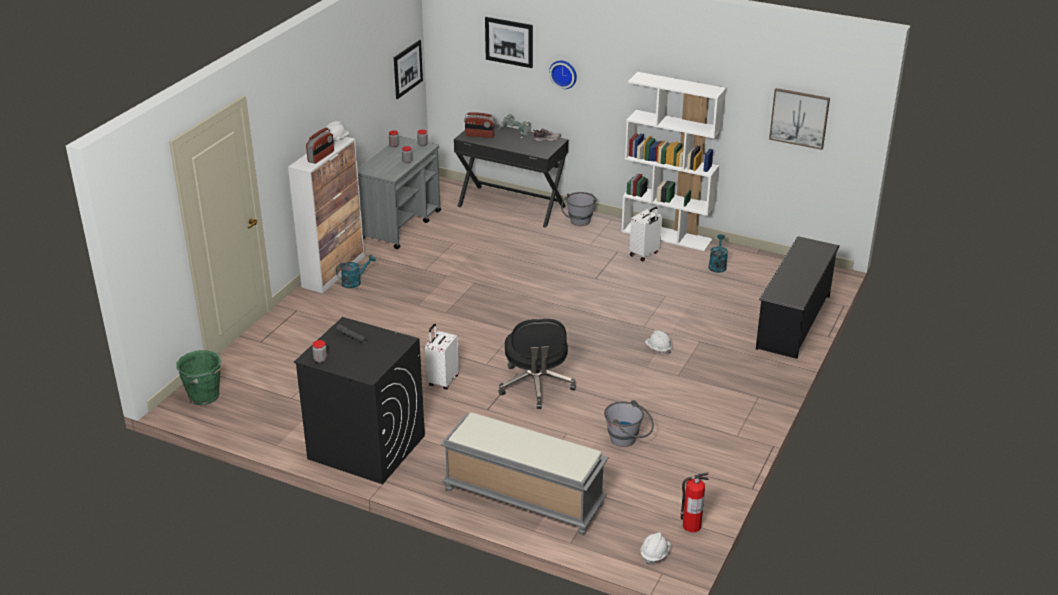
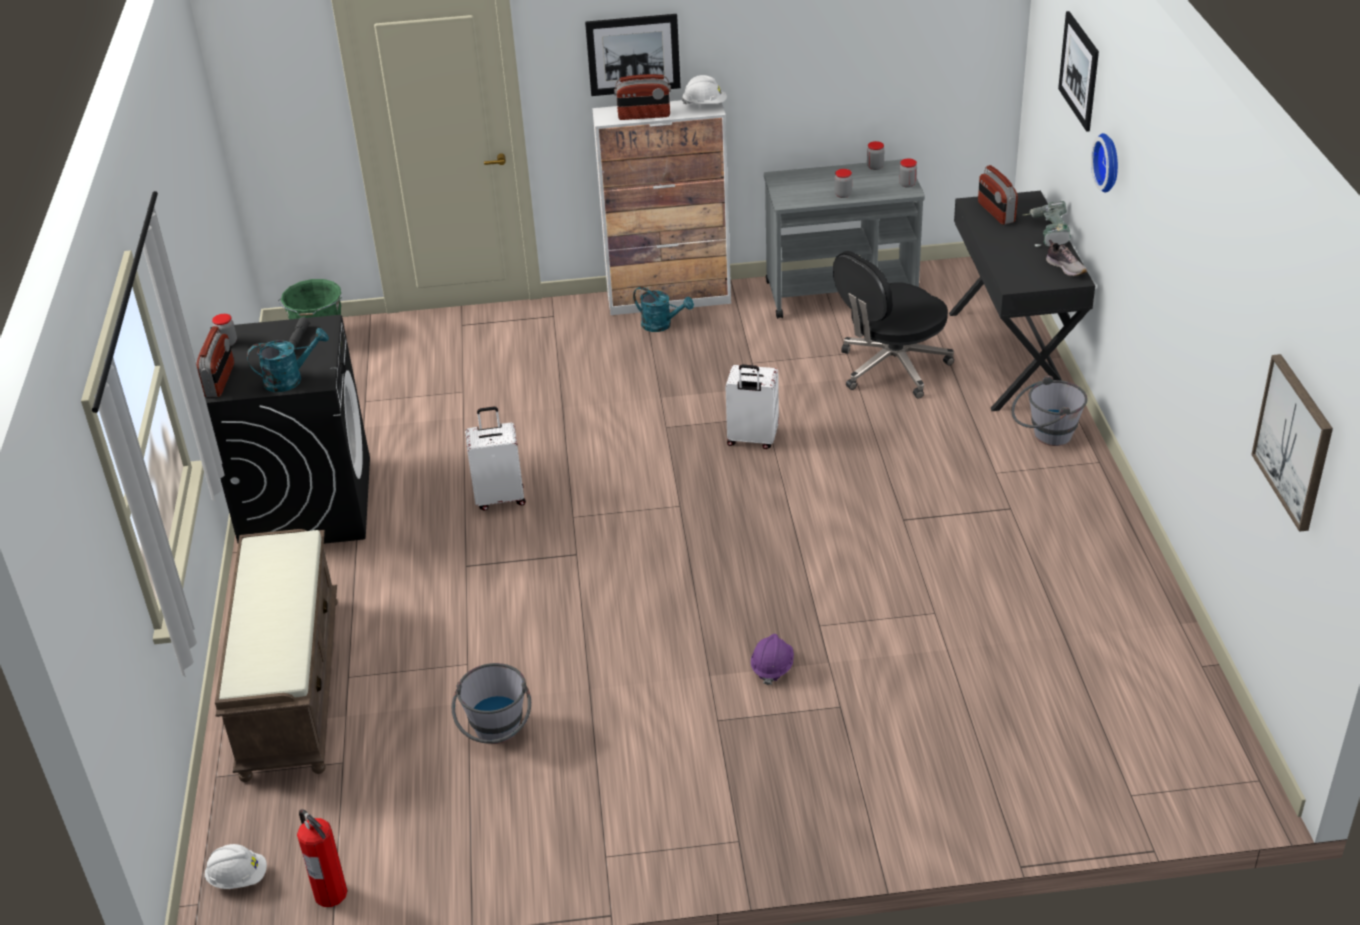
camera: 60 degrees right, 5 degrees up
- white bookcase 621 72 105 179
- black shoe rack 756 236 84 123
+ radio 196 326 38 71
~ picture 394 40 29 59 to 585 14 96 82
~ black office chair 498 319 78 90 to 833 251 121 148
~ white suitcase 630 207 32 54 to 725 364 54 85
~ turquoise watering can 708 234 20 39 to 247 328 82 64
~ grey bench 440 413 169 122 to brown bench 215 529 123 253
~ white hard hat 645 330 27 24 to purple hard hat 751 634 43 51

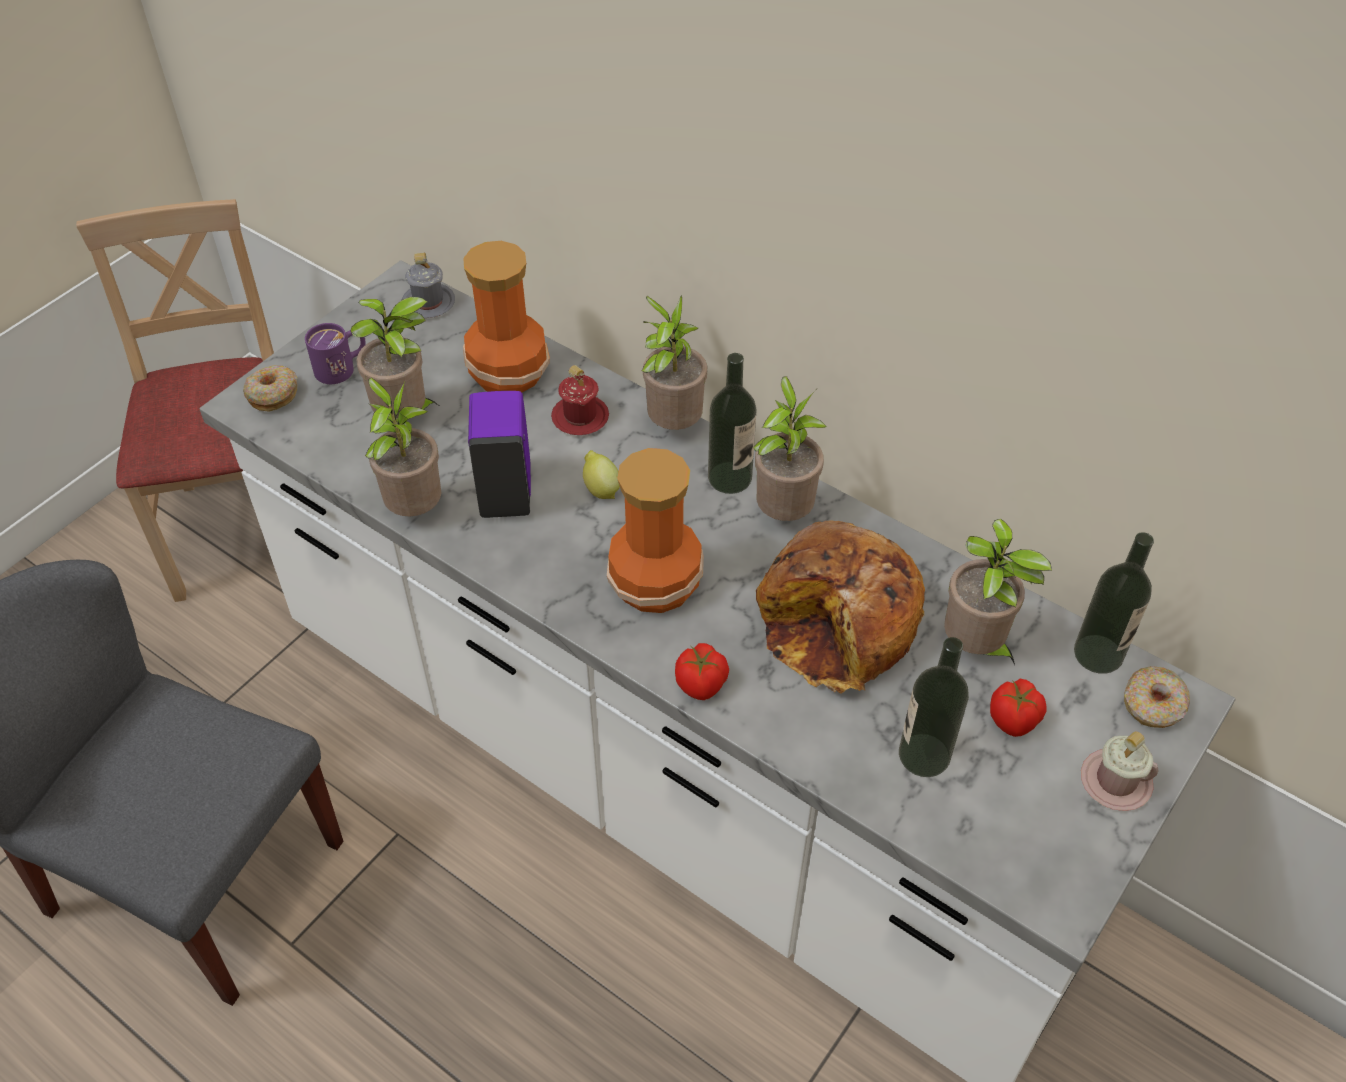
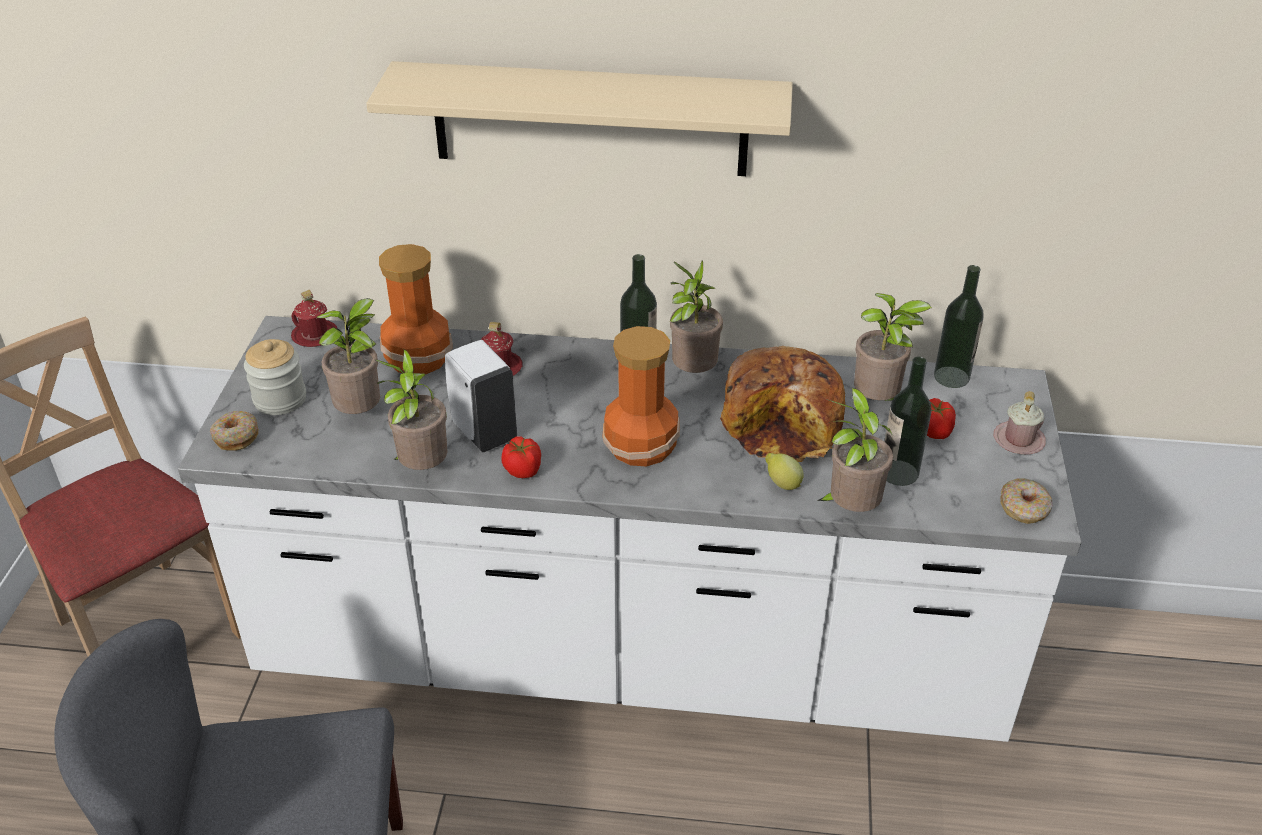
camera: 30 degrees left, 10 degrees down
+ beige shelf 366 61 427 115
~ lemon 583 450 37 49 to 765 453 39 37
~ potted plant 641 295 66 135 to 817 387 76 125
~ tomato 675 643 54 57 to 501 436 40 42
~ donut 1124 666 66 62 to 1000 478 53 46
~ purple mug 305 323 61 61 to jar 244 339 62 76
~ grey mug 402 253 53 65 to red mug 291 290 47 57
~ purple soap dispenser 468 391 63 127 to white soap dispenser 445 340 72 112

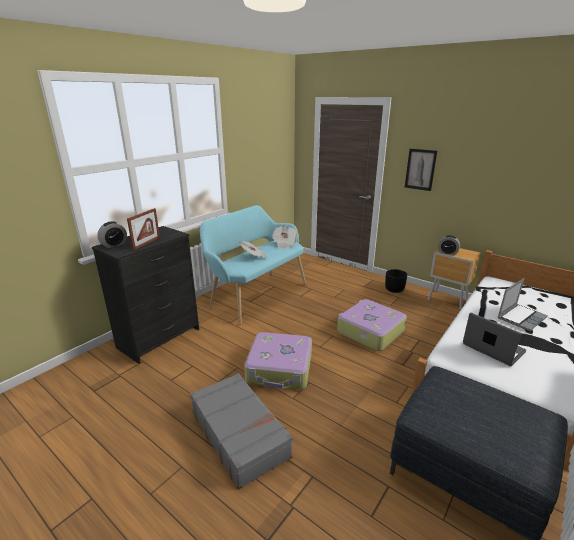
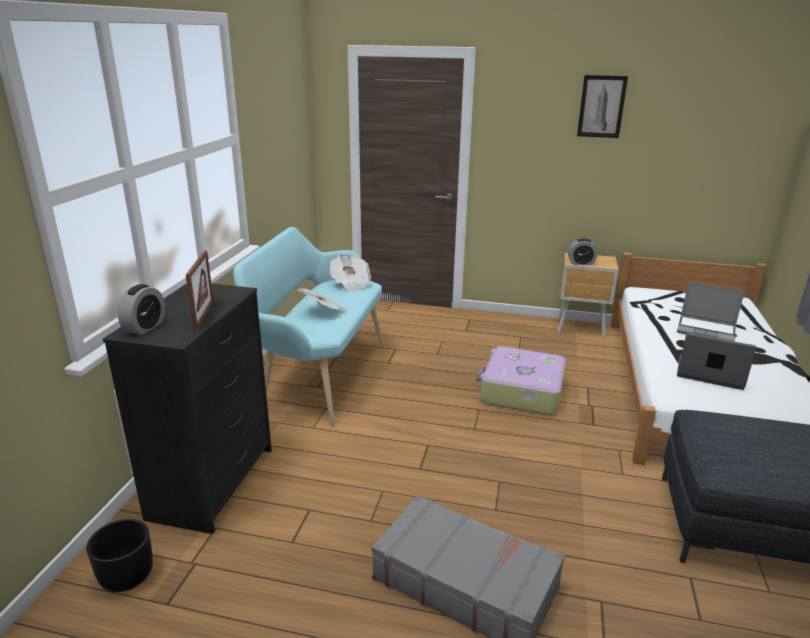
camera: 25 degrees left, 0 degrees up
- suitcase 244 332 68 58
~ black planter 385 269 22 24 to 86 519 67 73
~ picture 405 149 32 42 to 577 75 51 63
~ laptop 498 278 50 53 = 677 282 68 60 90 degrees clockwise

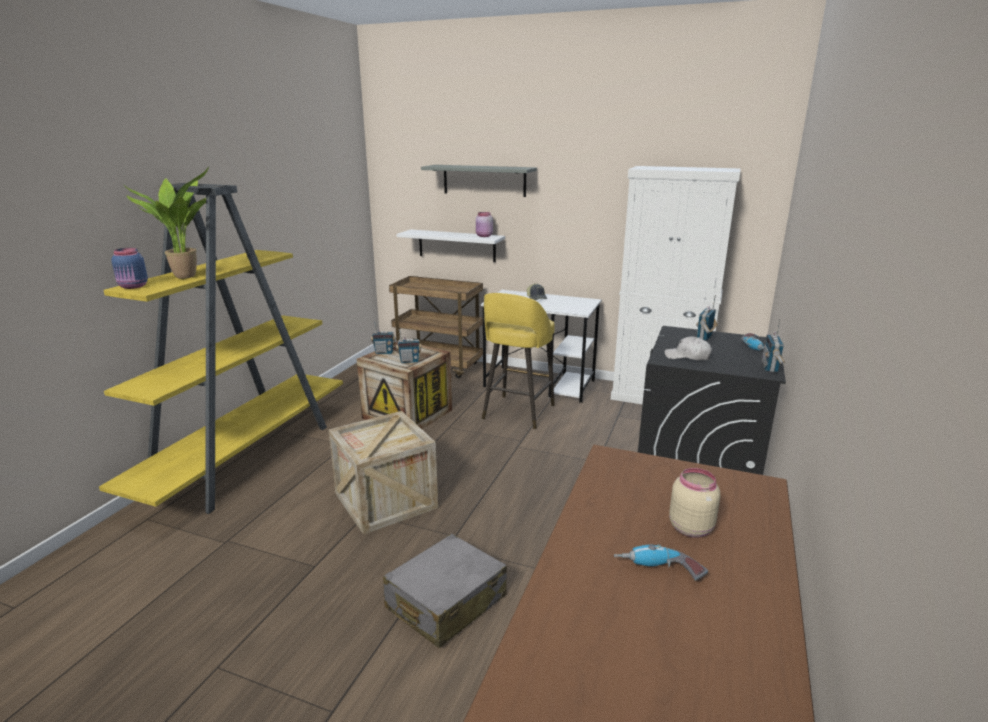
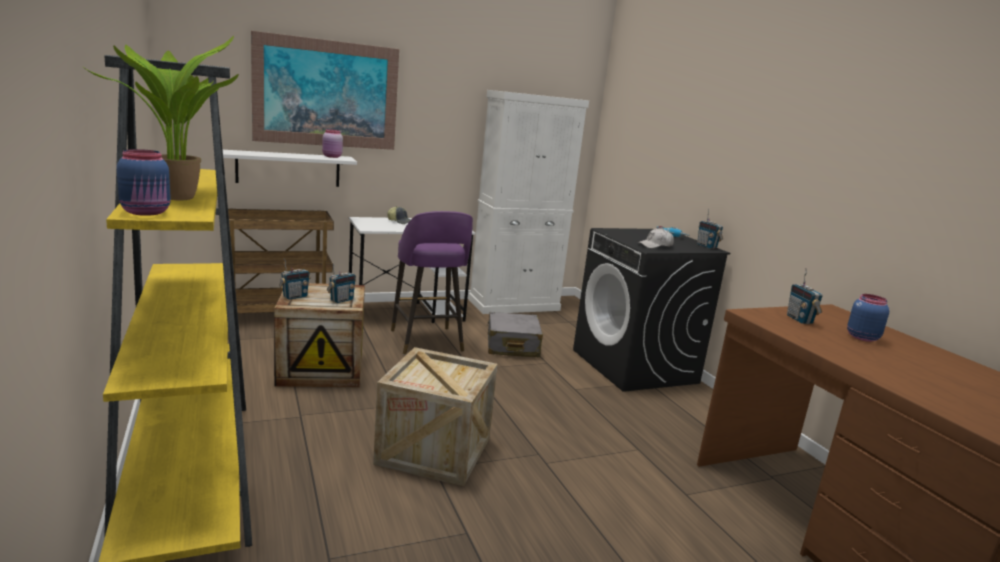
camera: 45 degrees left, 5 degrees down
- power drill 614 544 94 37
~ grey suitcase 383 534 124 114 to 488 312 55 45
~ radio 696 295 21 46 to 787 268 36 56
~ grey shelf 421 165 116 32 to picture 251 31 148 119
~ yellow stool 482 293 73 137 to purple stool 391 211 82 144
~ beige jar 669 468 52 69 to blue jar 847 294 42 48

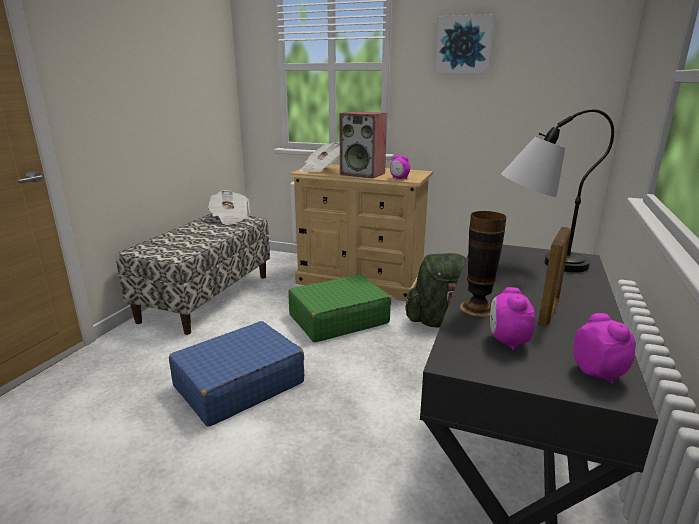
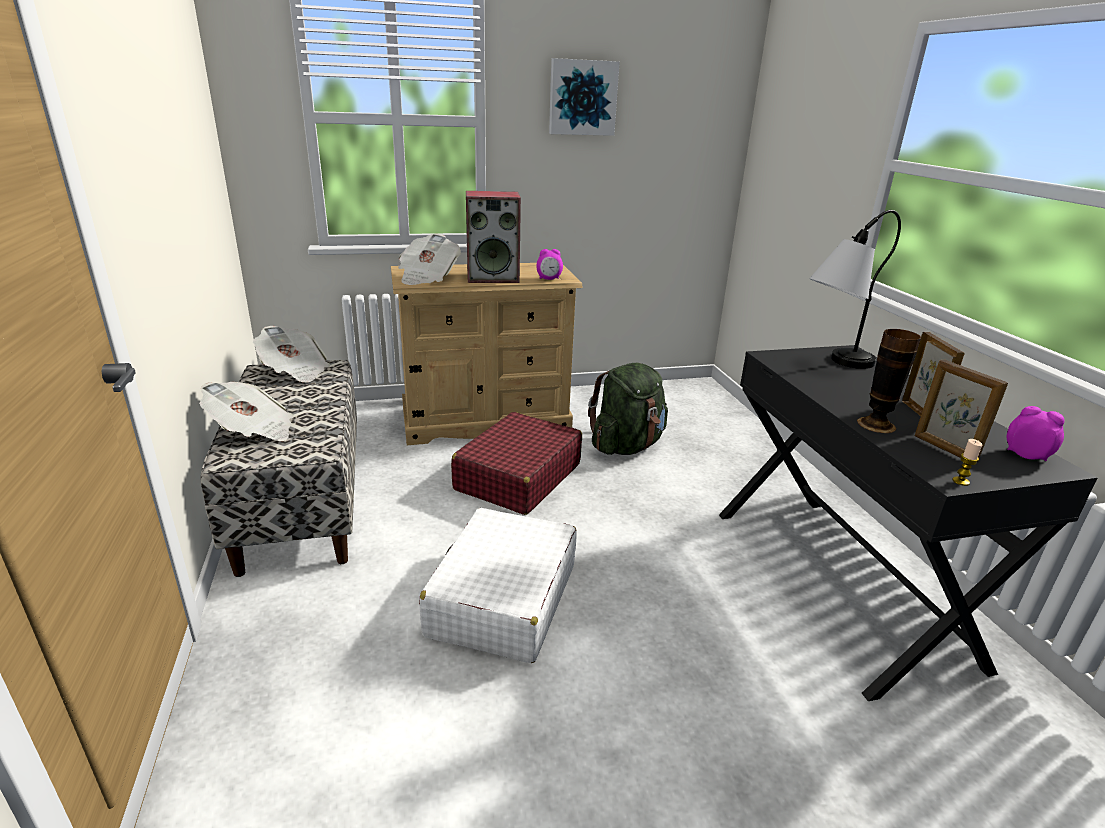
camera: 35 degrees left, 5 degrees up
+ newspaper 199 382 95 59
+ candle 952 439 30 47
~ alarm clock 490 287 45 63 to picture frame 915 360 93 102
~ blue suitcase 169 321 135 106 to white suitcase 419 508 158 155
~ green suitcase 288 274 103 68 to red suitcase 451 412 131 103

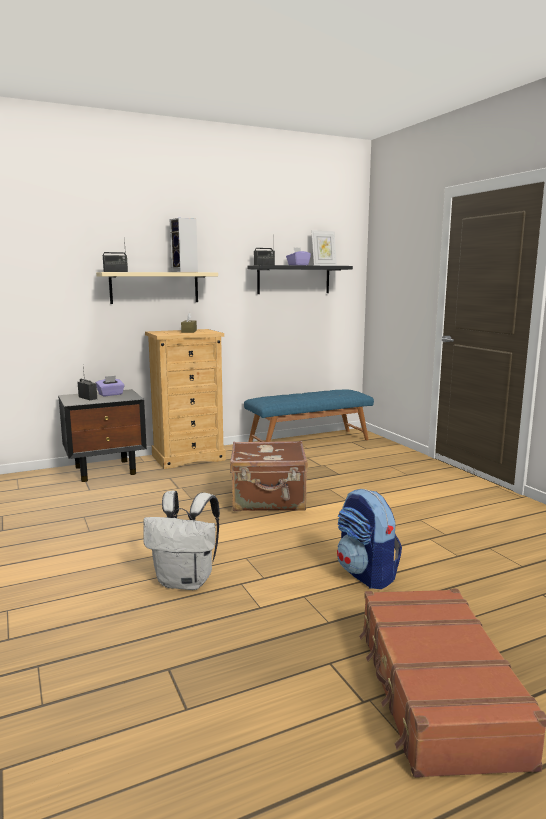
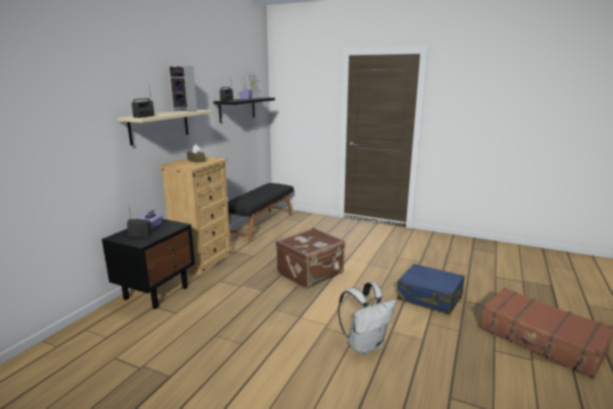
camera: 40 degrees left, 5 degrees up
~ backpack 337 489 65 100 to blue suitcase 397 264 68 51
~ blue bench 244 389 130 53 to black bench 228 183 66 60

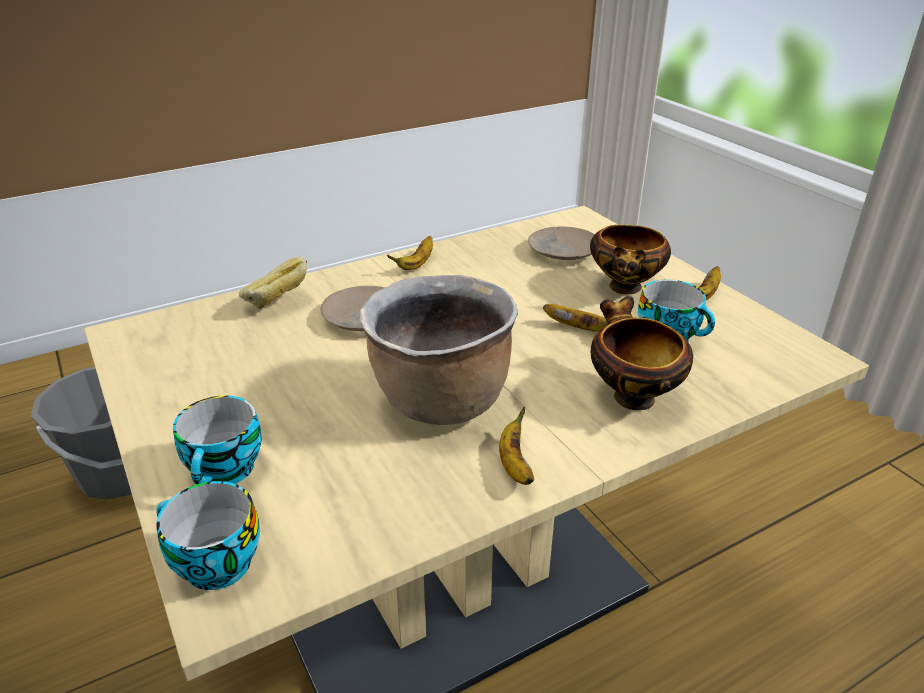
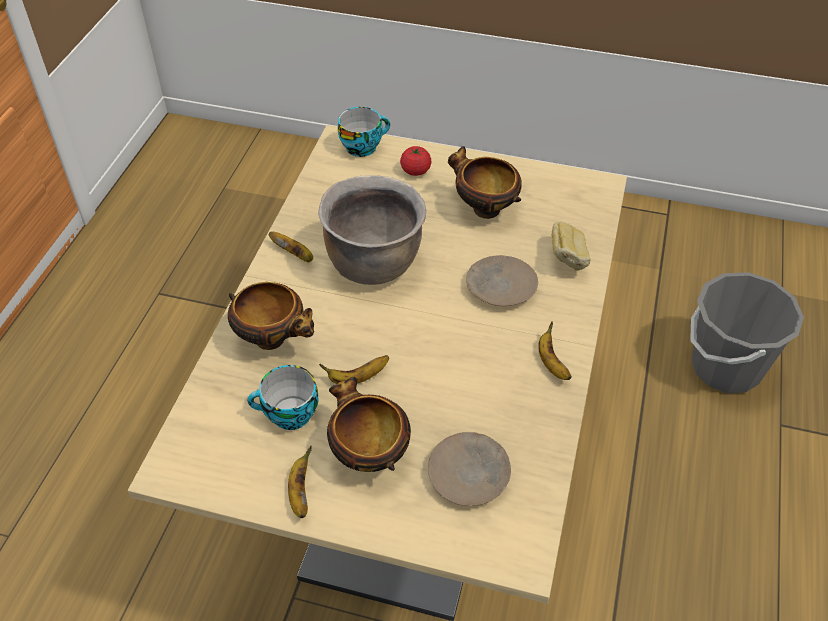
camera: 135 degrees right, 15 degrees up
+ bowl 448 146 74 73
~ cup 173 396 89 88 to tomato 400 146 31 30

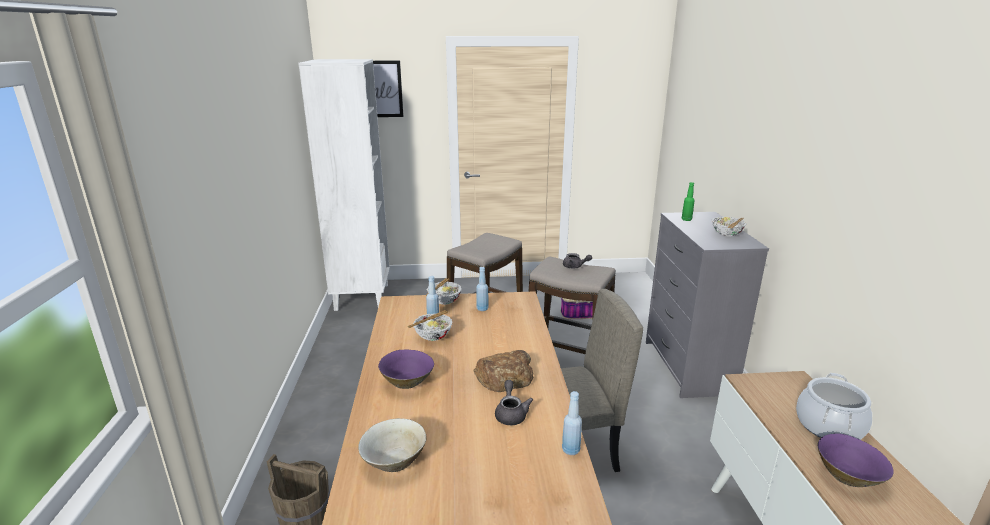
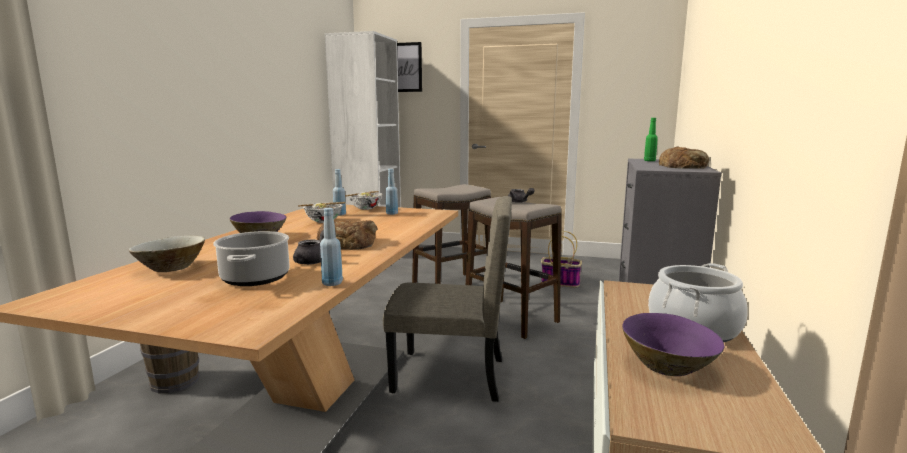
camera: 20 degrees right, 10 degrees down
+ cooking pot 213 231 77 55
~ bowl 712 217 35 19 to bread 659 146 50 23

